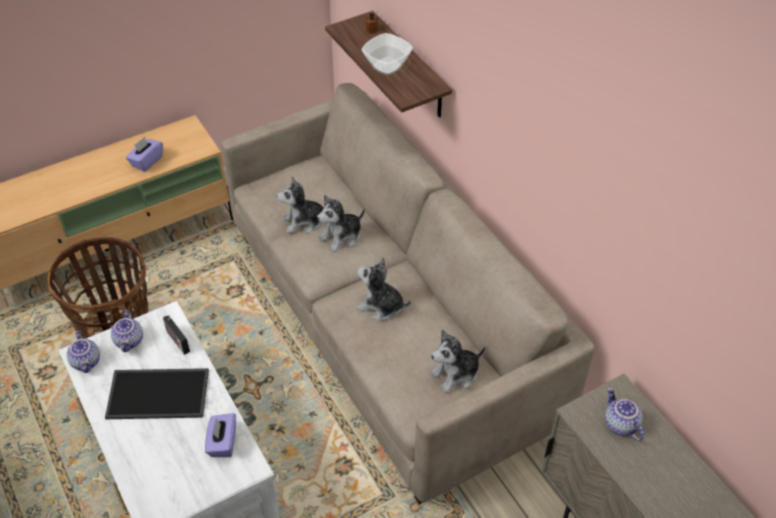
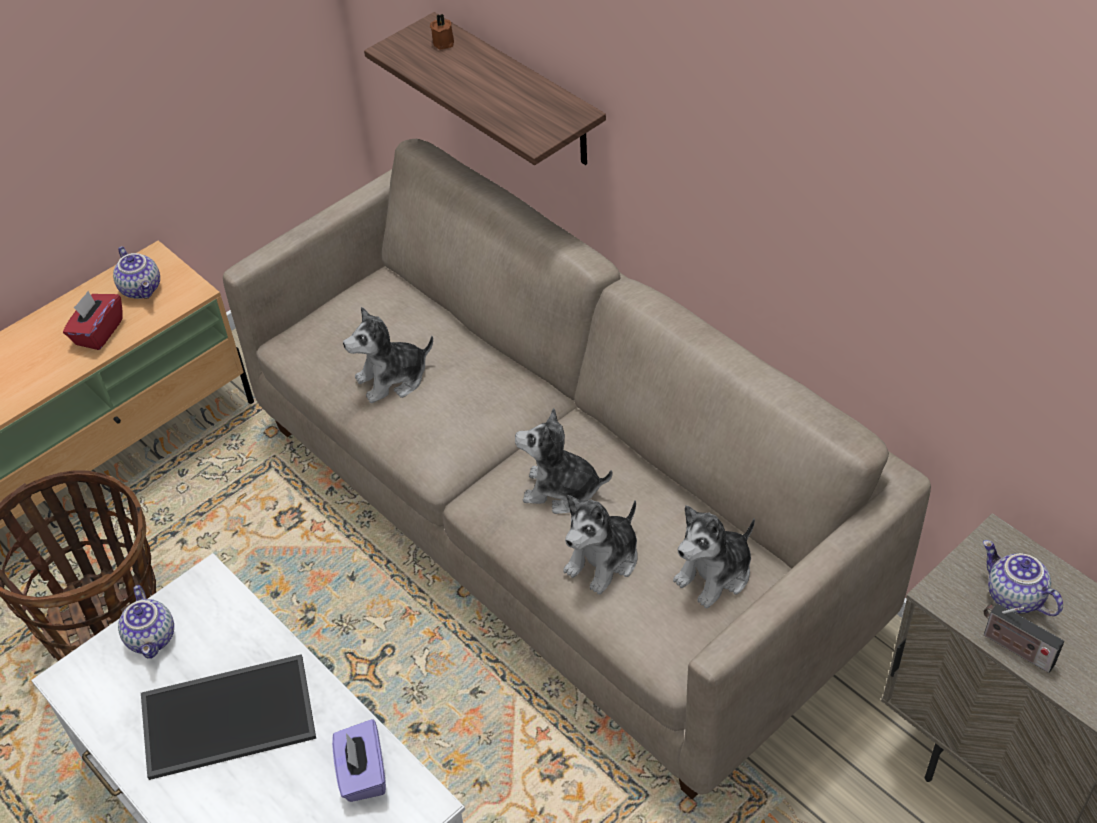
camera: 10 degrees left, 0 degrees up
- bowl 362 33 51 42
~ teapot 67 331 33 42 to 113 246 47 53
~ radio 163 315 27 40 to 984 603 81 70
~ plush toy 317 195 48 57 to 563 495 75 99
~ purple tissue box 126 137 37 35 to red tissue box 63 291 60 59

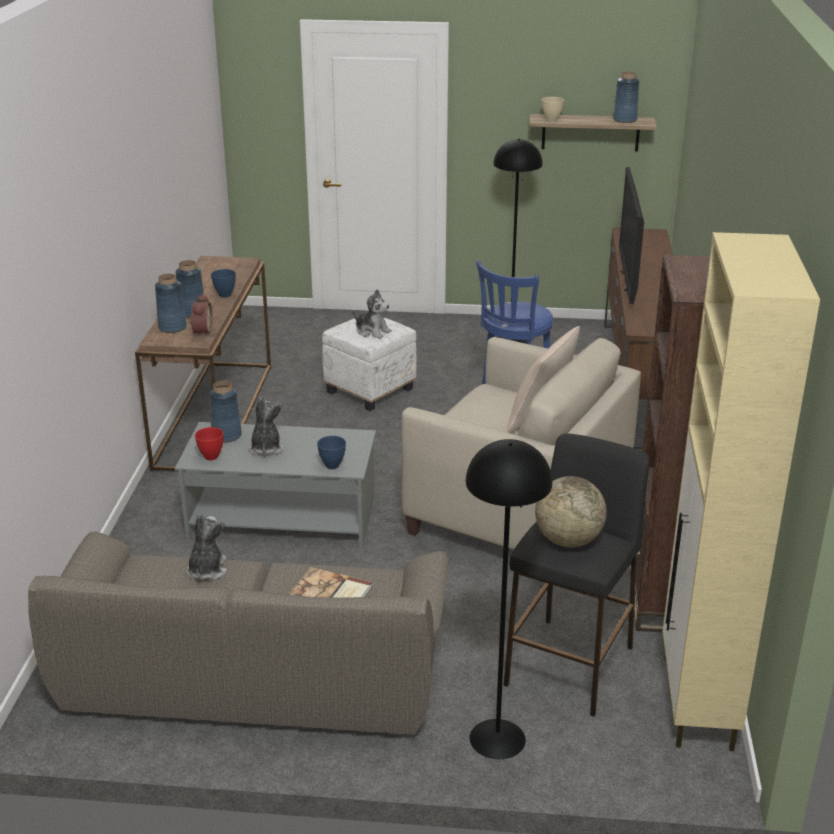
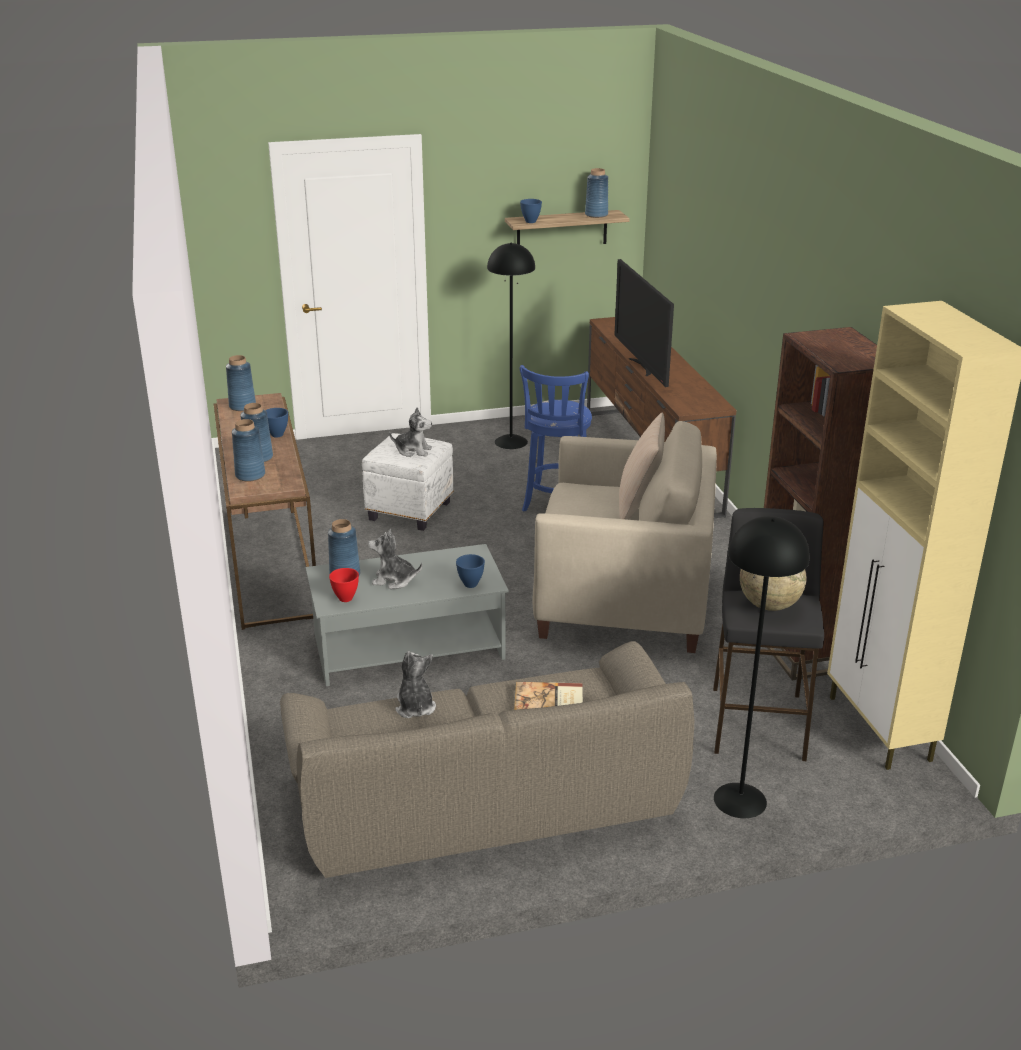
camera: 20 degrees left, 0 degrees up
- alarm clock 188 294 25 43
+ blue vase 226 355 30 56
~ beige bowl 542 97 22 25 to blue bowl 520 199 22 24
~ plush toy 249 397 35 58 = 368 529 54 60 60 degrees counterclockwise

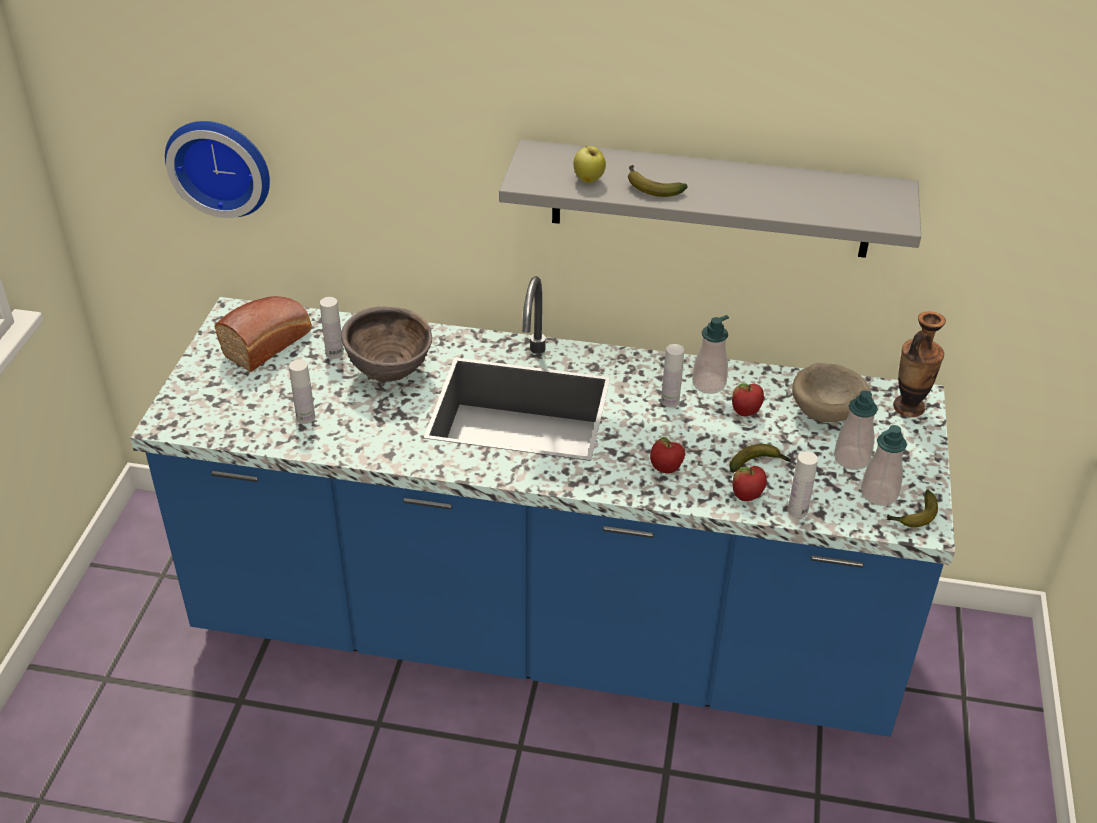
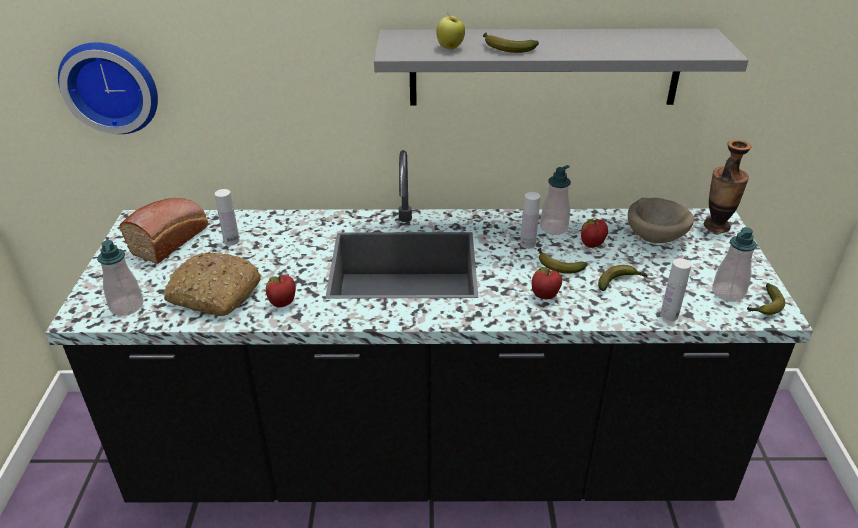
camera: 10 degrees left, 5 degrees down
- brown bowl 341 306 91 76
+ banana 538 247 50 27
~ apple 733 466 34 35 to 266 275 30 33
~ soap dispenser 834 390 44 80 to 97 240 46 76
~ white bottle 289 359 26 65 to bread 164 252 98 64
~ blue counter 130 276 825 461 to black counter 45 150 768 353

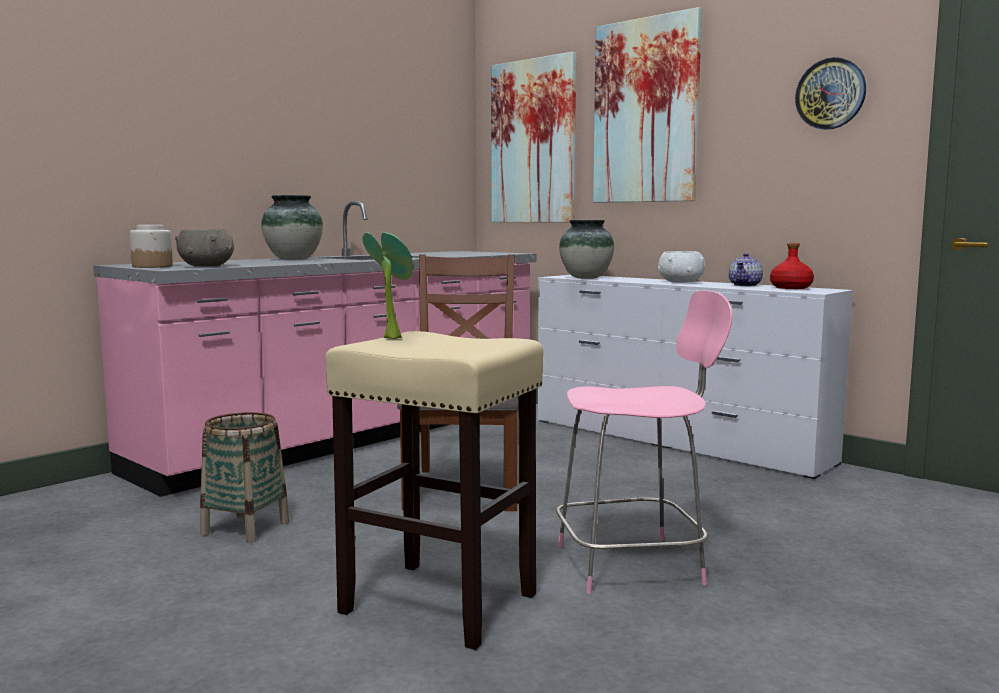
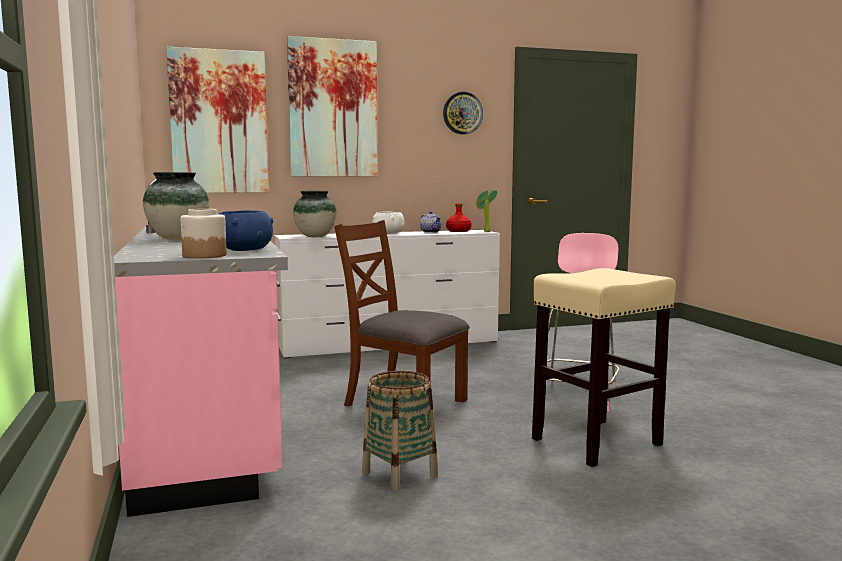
camera: 60 degrees left, 0 degrees up
~ potted plant 363 232 50 107 to 476 190 21 42
~ grey bowl 175 229 59 38 to blue bowl 219 210 54 41

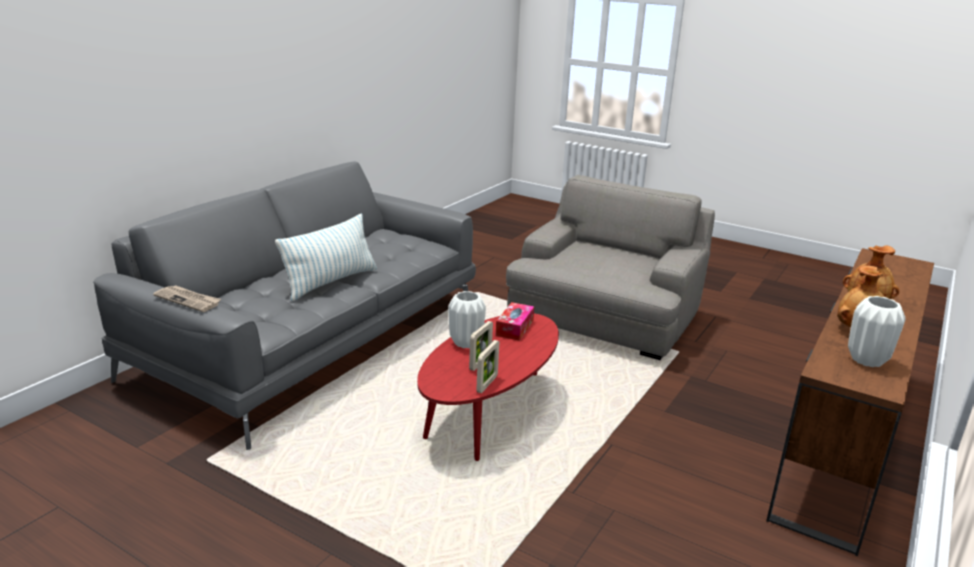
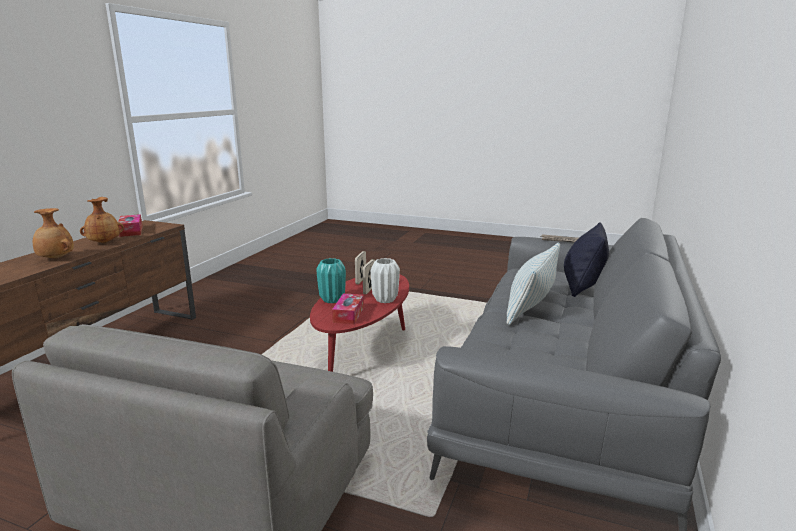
camera: 170 degrees right, 5 degrees down
+ turquoise vase 316 258 30 45
+ black pillow 564 223 45 74
~ white vase 848 296 58 71 to tissue box 118 214 25 23

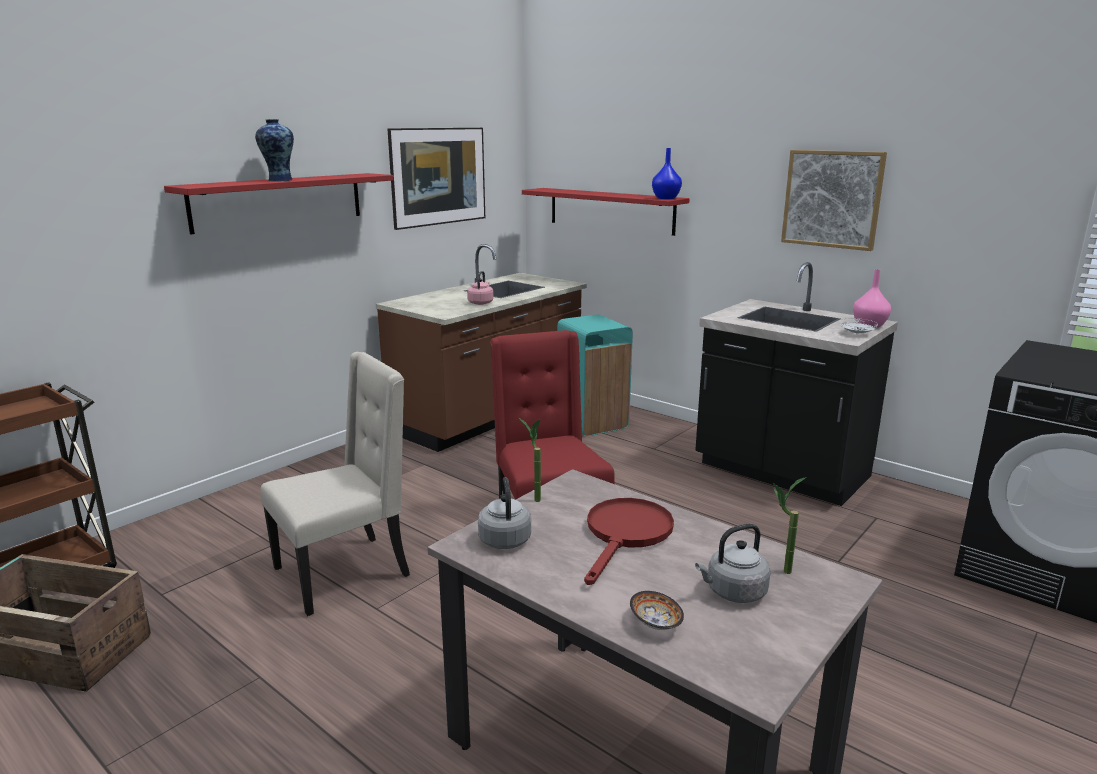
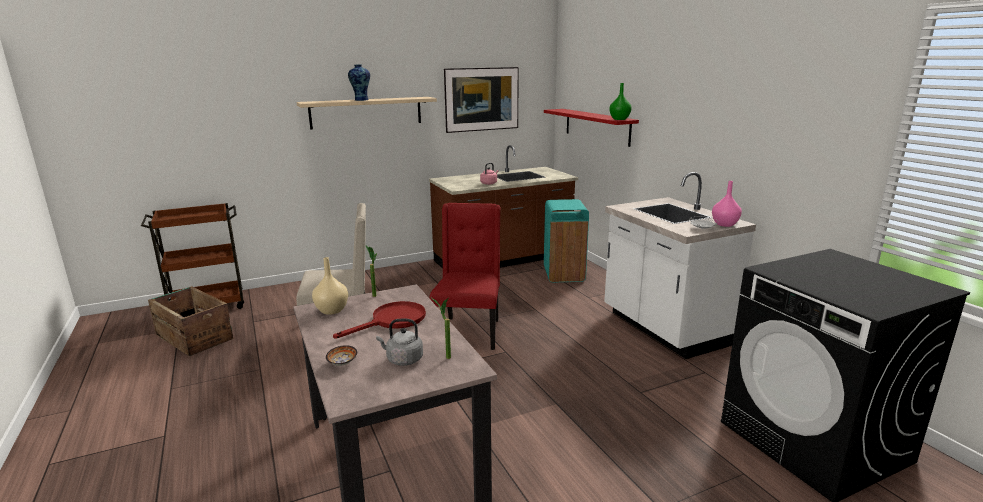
camera: 25 degrees right, 0 degrees up
- picture 781 150 106 101
~ grey kettle 478 477 53 72 to beige vase 312 257 36 58
~ red shelf 164 173 230 61 to beige shelf 296 97 141 33
~ blue vase 652 148 30 51 to green vase 609 83 23 37
~ black counter 695 262 203 244 to white counter 604 172 152 187

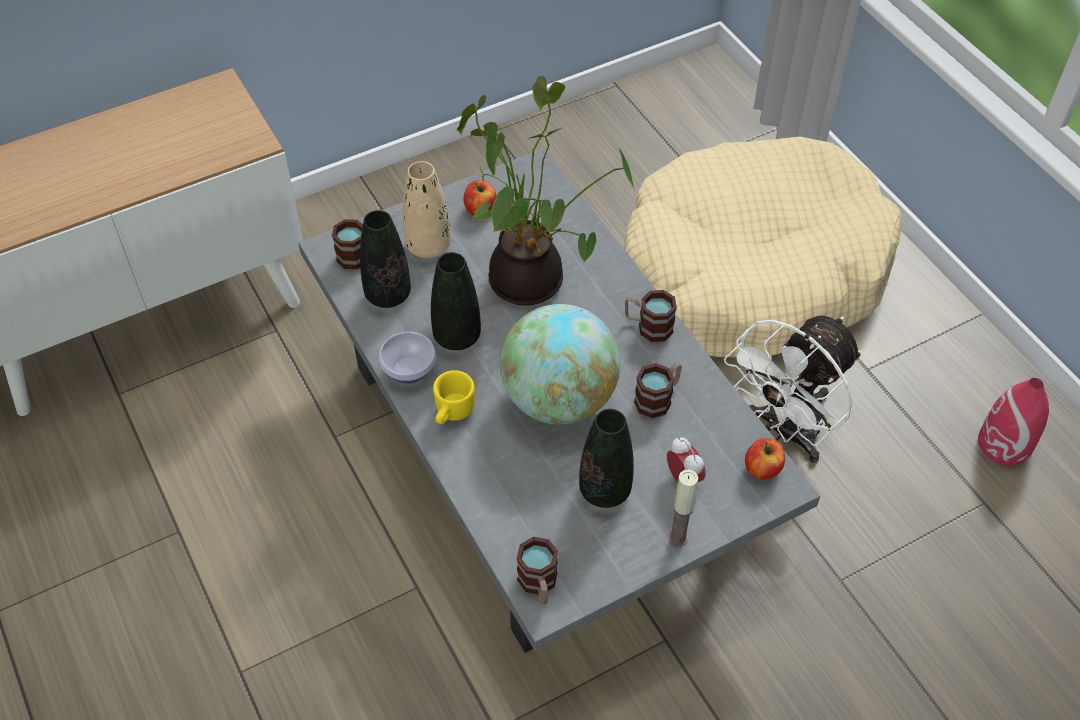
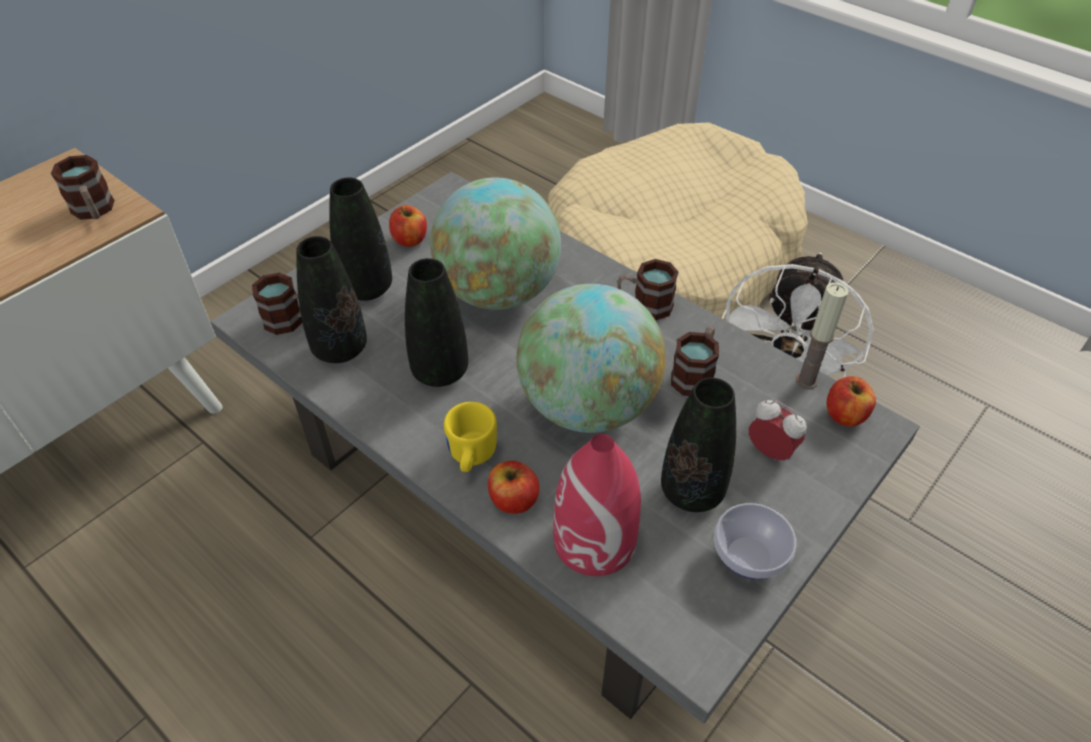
camera: 20 degrees left, 5 degrees down
+ apple 488 461 51 53
~ bowl 379 332 56 52 to 714 503 82 77
~ mug 517 537 41 67 to 51 155 64 65
~ candle 668 470 30 77 to 796 282 53 107
~ red vase 978 378 71 88 to 553 434 88 142
~ potted plant 456 76 179 230 to globe 430 177 131 133
~ beige vase 403 161 48 97 to black vase 329 177 63 124

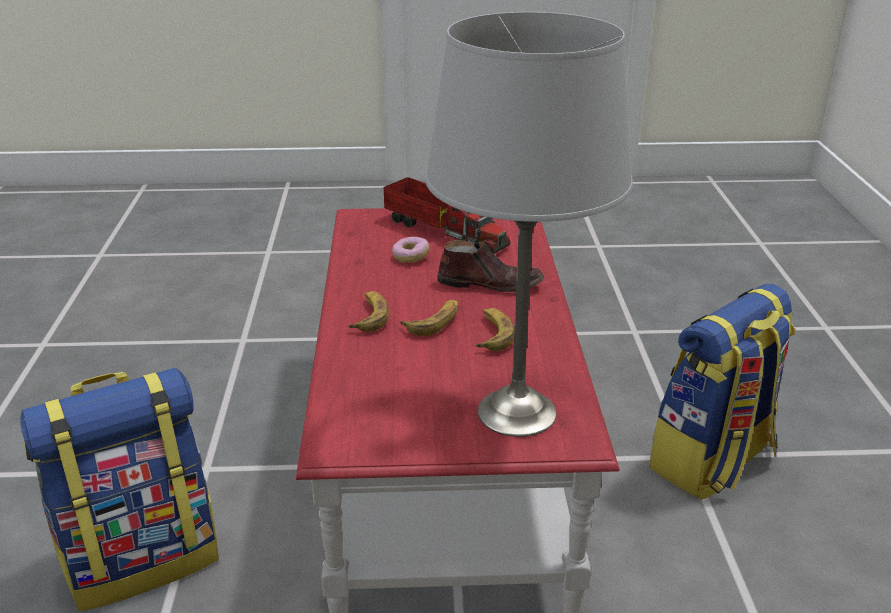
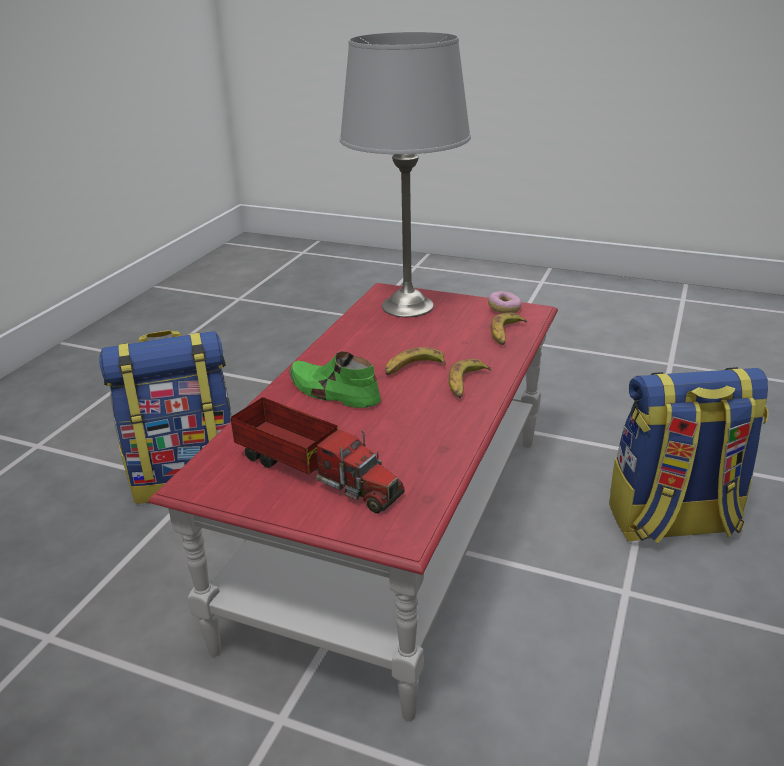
camera: 155 degrees left, 0 degrees up
~ donut 392 237 38 26 to 488 291 34 22
~ banana 475 308 39 43 to 491 313 37 32
~ brown shoe 437 240 107 52 to green shoe 289 351 92 57
~ toy truck 384 177 126 77 = 230 397 174 116 150 degrees clockwise

